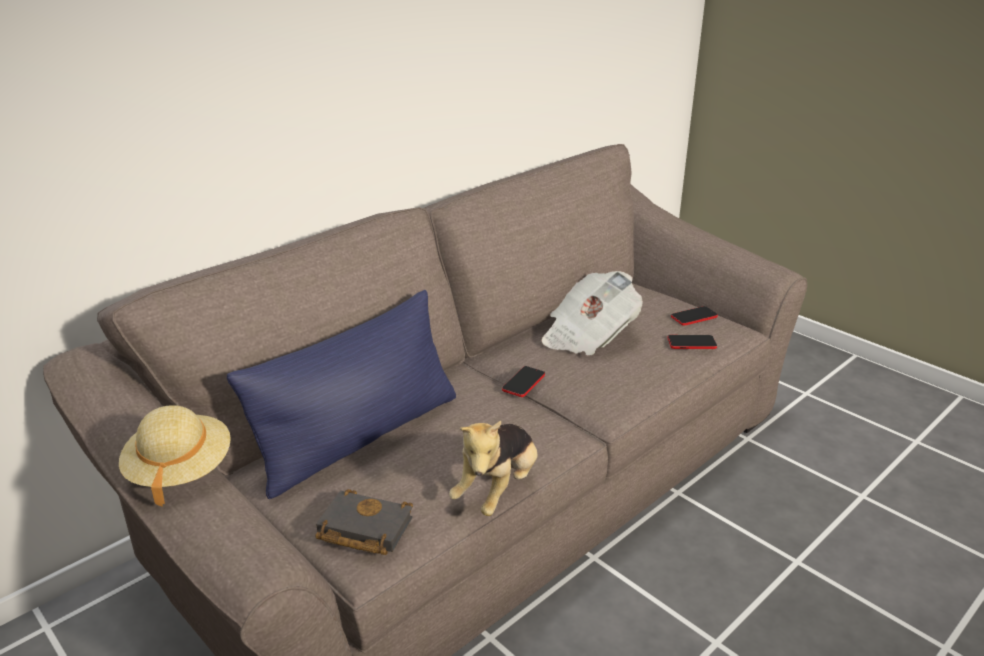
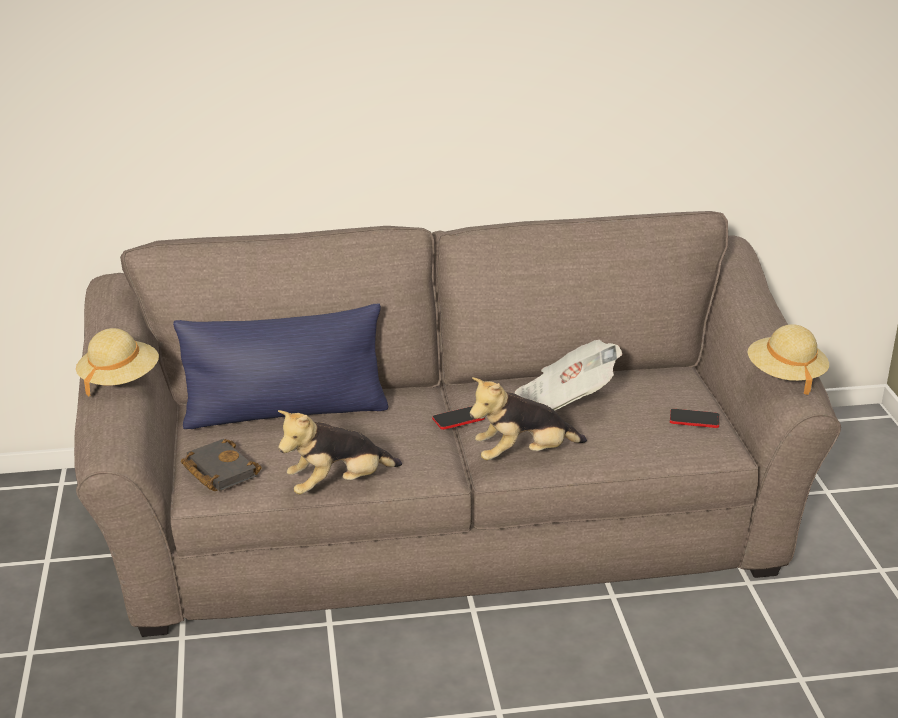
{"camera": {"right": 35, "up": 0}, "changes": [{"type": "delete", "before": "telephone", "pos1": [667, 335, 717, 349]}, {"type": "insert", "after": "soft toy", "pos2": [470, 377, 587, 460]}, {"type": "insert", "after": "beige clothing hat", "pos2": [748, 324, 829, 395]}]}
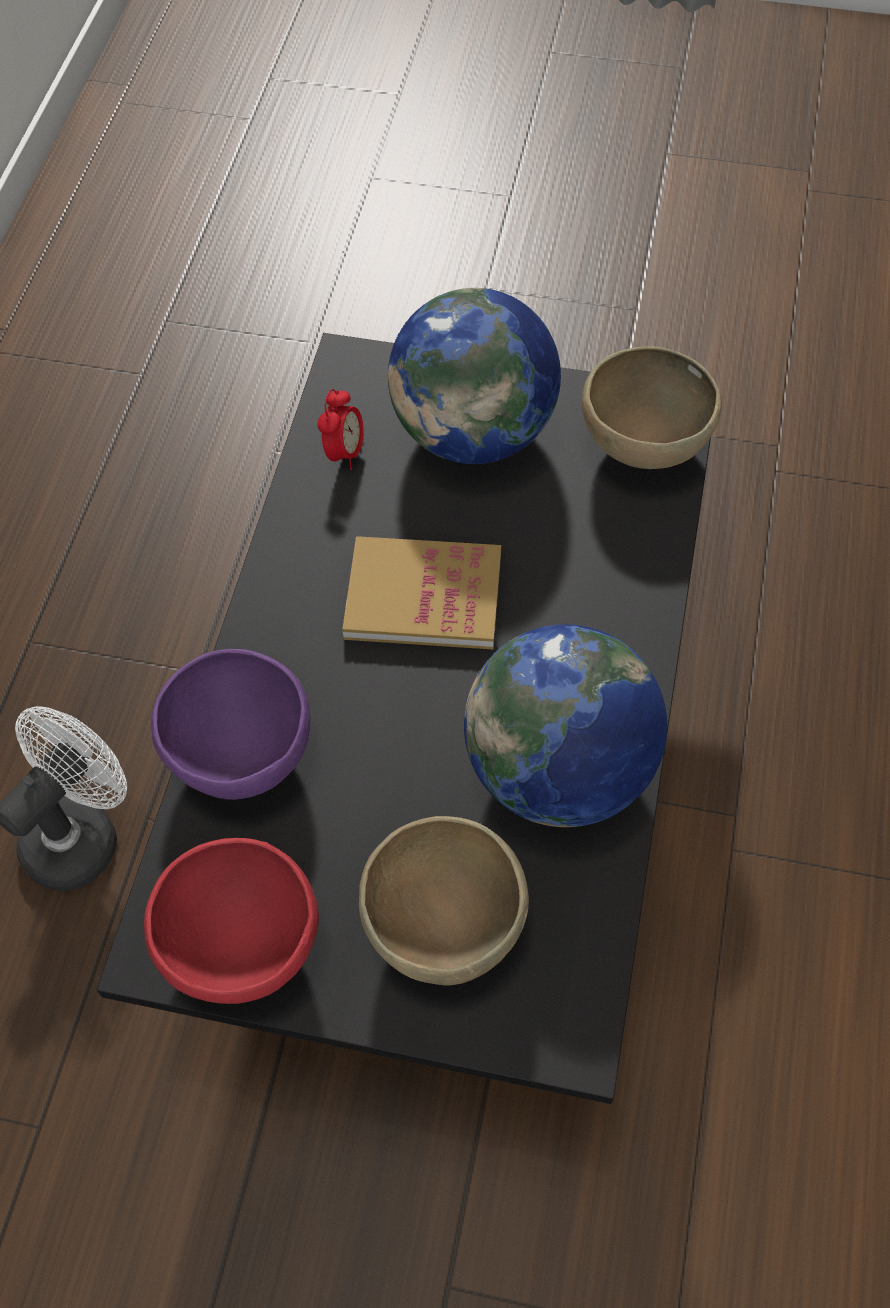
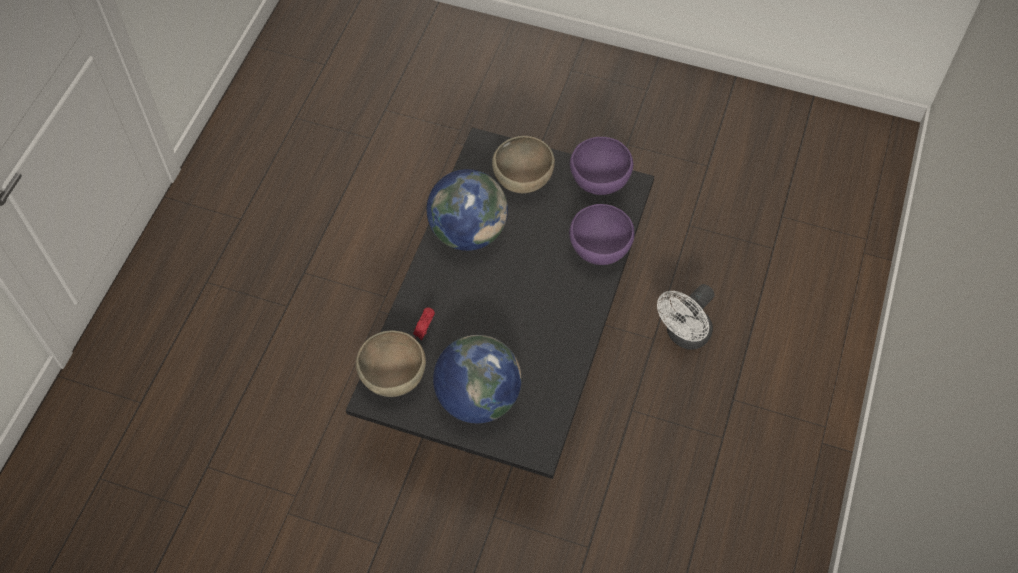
{"camera": {"right": -175, "up": 0}, "changes": [{"type": "recolor", "before": "reddish deep dish", "after": "purplish deep dish", "pos1": [144, 838, 319, 1004], "pos2": [570, 137, 633, 195]}, {"type": "move", "before": "alarm clock", "pos1": [318, 389, 364, 470], "pos2": [413, 307, 435, 340]}, {"type": "delete", "before": "bound book", "pos1": [342, 536, 501, 649]}]}
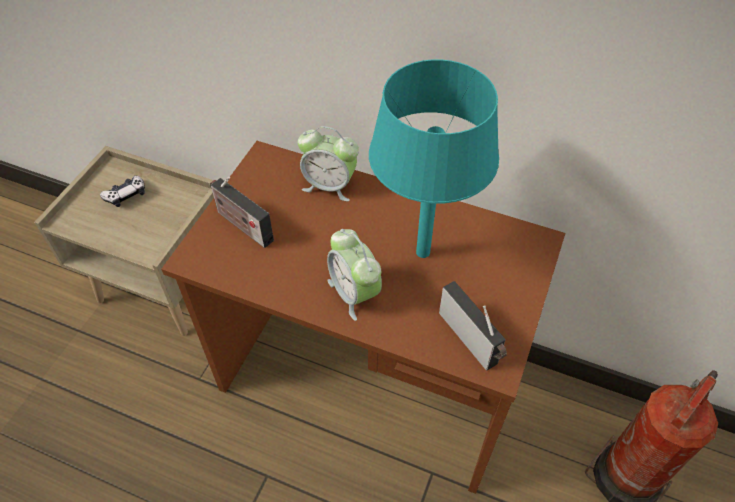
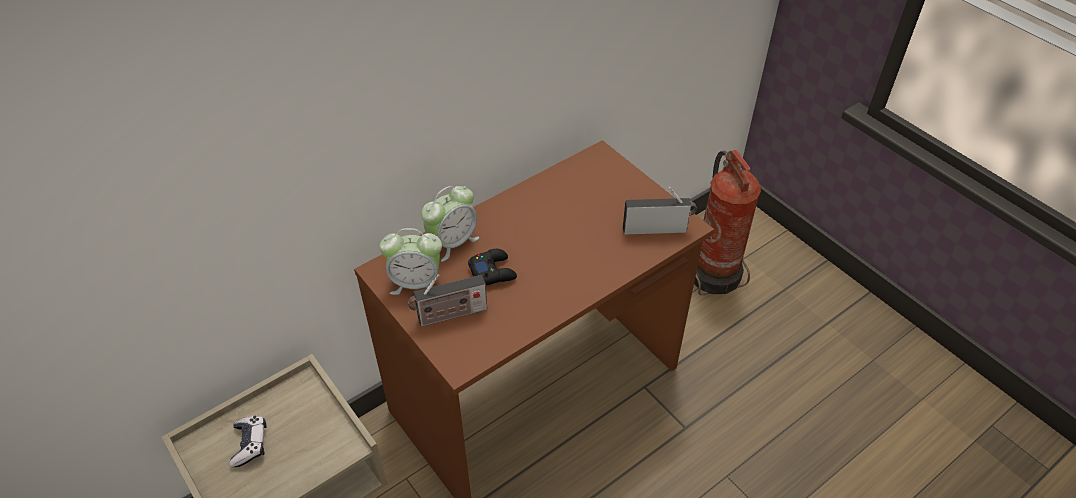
{"camera": {"right": -60, "up": -5}, "changes": [{"type": "move", "before": "alarm clock", "pos1": [327, 229, 382, 321], "pos2": [379, 228, 442, 295]}, {"type": "delete", "before": "blue-green tabletop lamp", "pos1": [369, 59, 499, 258]}, {"type": "insert", "after": "black-coloured gamepad", "pos2": [468, 249, 517, 285]}]}
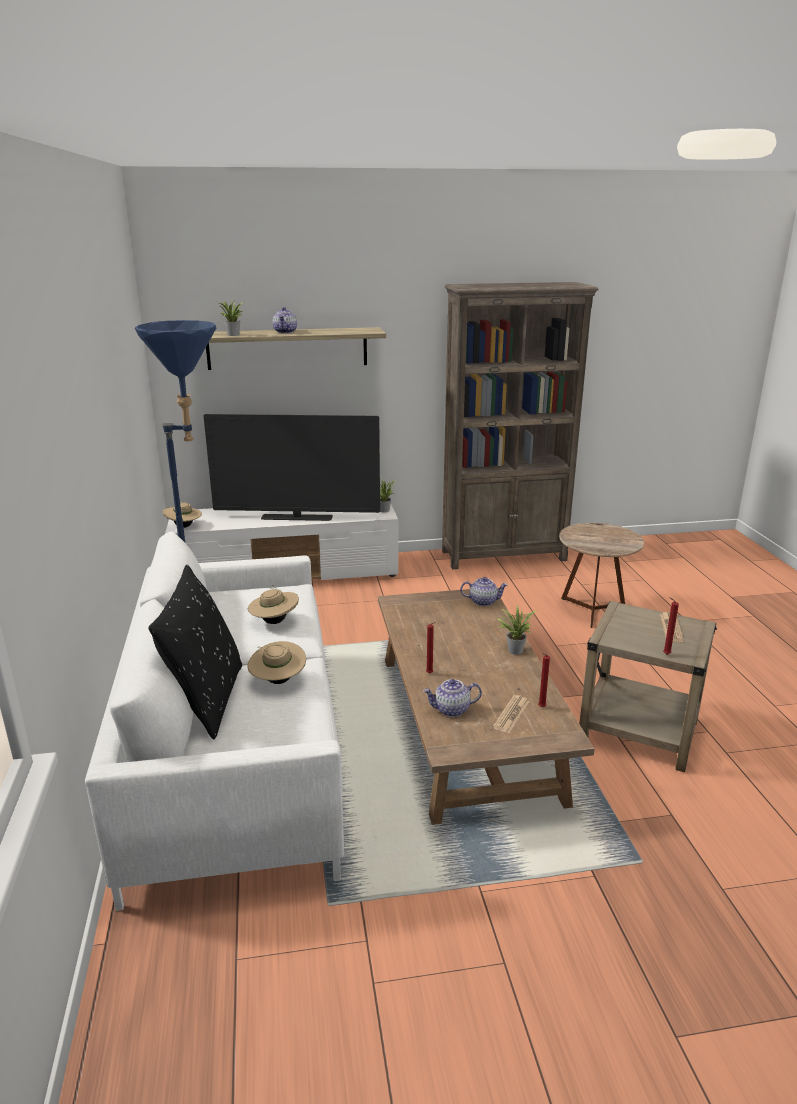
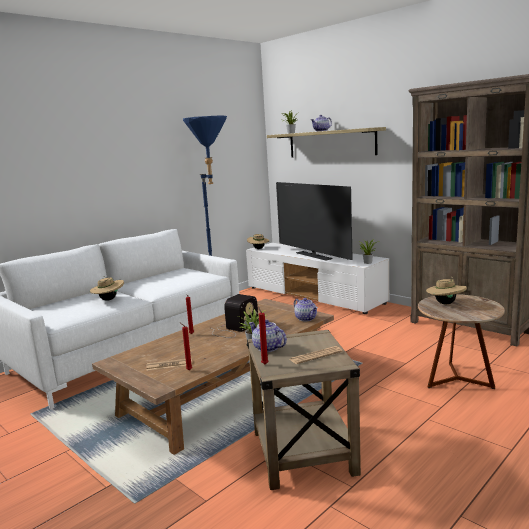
{"camera": {"right": 55, "up": -10}, "changes": [{"type": "delete", "before": "black-coloured throw pillow", "pos1": [148, 565, 242, 739]}, {"type": "move", "before": "beige clothing hat", "pos1": [248, 585, 299, 624], "pos2": [426, 279, 467, 304]}, {"type": "move", "before": "teapot", "pos1": [423, 679, 482, 717], "pos2": [249, 320, 287, 352]}, {"type": "insert", "after": "radio receiver", "pos2": [211, 294, 258, 338]}]}
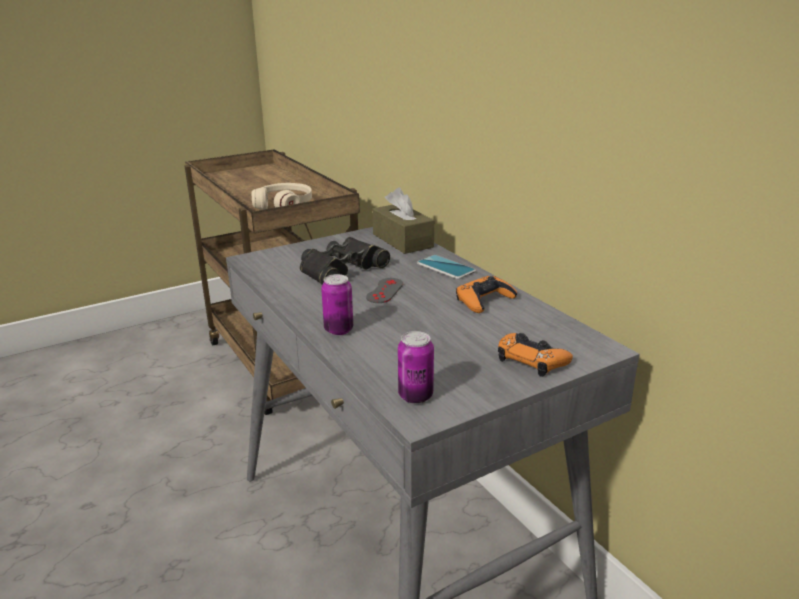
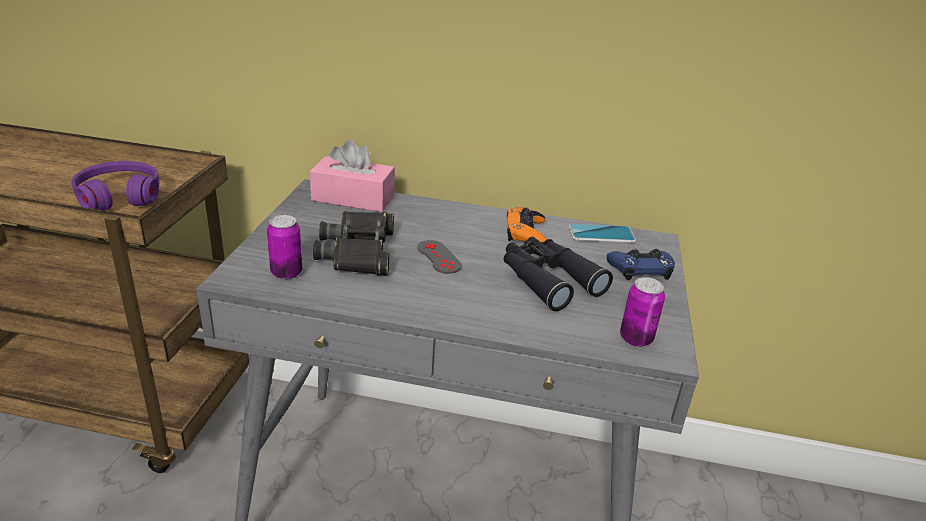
{"camera": {"right": -50, "up": 5}, "changes": [{"type": "recolor", "before": "beige headset", "after": "purplish headset", "pos1": [252, 183, 312, 210], "pos2": [71, 161, 159, 211]}, {"type": "move", "before": "metal can", "pos1": [321, 274, 353, 335], "pos2": [267, 215, 302, 279]}, {"type": "recolor", "before": "brown box of tissues", "after": "pink box of tissues", "pos1": [372, 188, 434, 254], "pos2": [310, 139, 395, 212]}, {"type": "move", "before": "telephone", "pos1": [417, 255, 476, 279], "pos2": [568, 224, 636, 243]}, {"type": "recolor", "before": "orangey gamepad", "after": "blue gamepad", "pos1": [498, 333, 573, 377], "pos2": [607, 249, 675, 280]}, {"type": "insert", "after": "black-coloured field glasses", "pos2": [504, 237, 613, 311]}]}
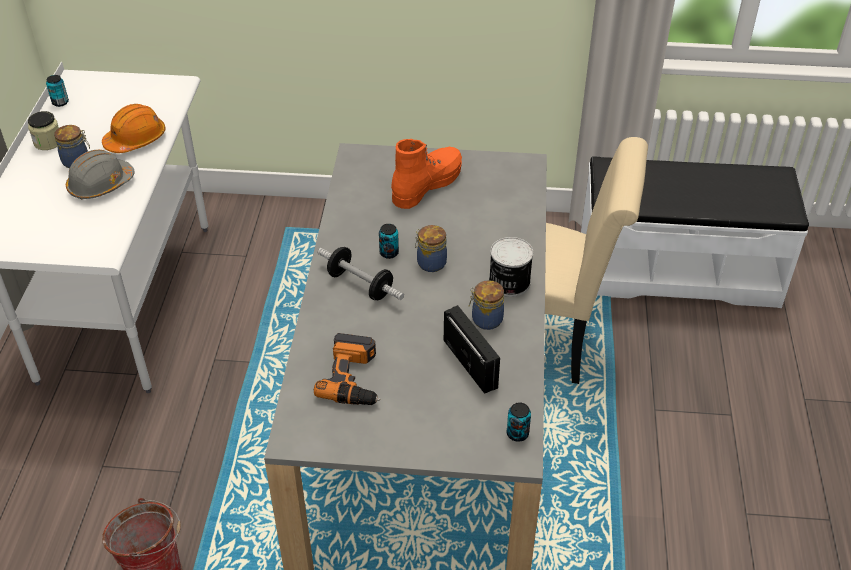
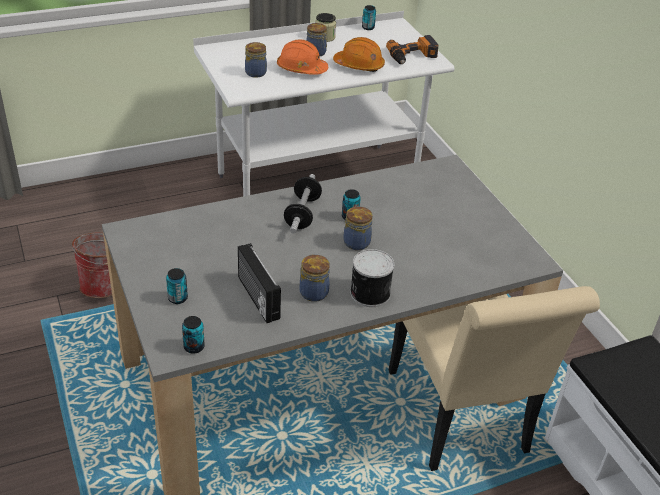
{"camera": {"right": 60, "up": -5}, "changes": [{"type": "recolor", "before": "greyish safety helmet", "after": "orangey safety helmet", "pos1": [66, 150, 135, 200], "pos2": [277, 39, 328, 75]}, {"type": "move", "before": "power drill", "pos1": [314, 333, 380, 405], "pos2": [386, 35, 439, 64]}, {"type": "delete", "before": "orangey high-top boot", "pos1": [391, 139, 462, 209]}, {"type": "rotate", "before": "radio receiver", "pos1": [444, 305, 500, 394], "pos2": [238, 243, 281, 323], "turn": 120}, {"type": "insert", "after": "metal can", "pos2": [166, 268, 188, 304]}, {"type": "insert", "after": "preserve jar", "pos2": [245, 42, 267, 78]}]}
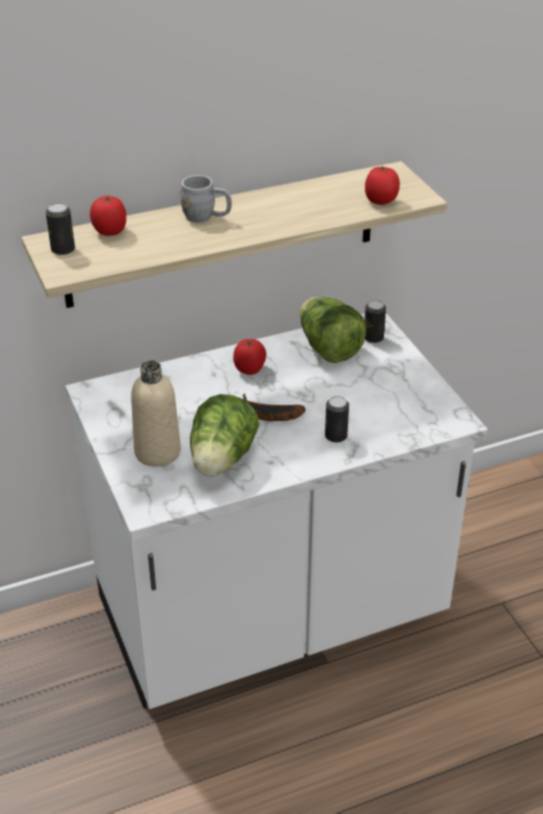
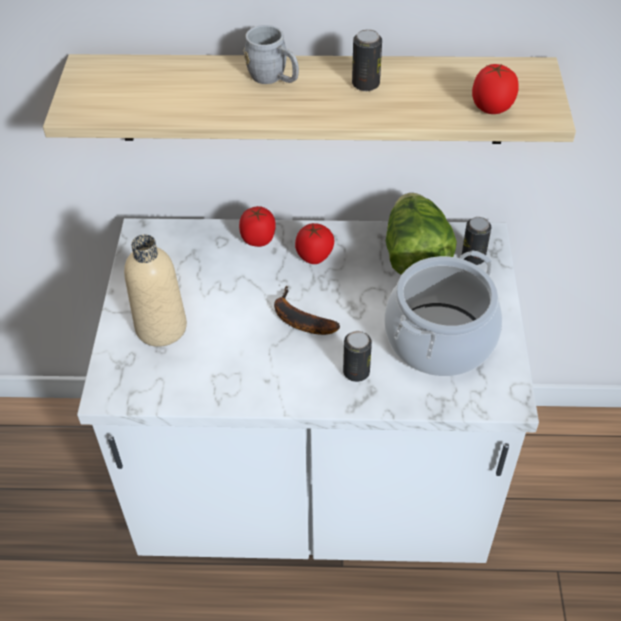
{"camera": {"right": 25, "up": 10}, "changes": [{"type": "move", "before": "metal can", "pos1": [46, 203, 75, 255], "pos2": [352, 29, 382, 91]}, {"type": "move", "before": "whole tomato", "pos1": [90, 195, 126, 236], "pos2": [239, 206, 276, 247]}, {"type": "delete", "before": "lettuce", "pos1": [190, 394, 259, 477]}, {"type": "insert", "after": "saucepot", "pos2": [384, 250, 503, 376]}]}
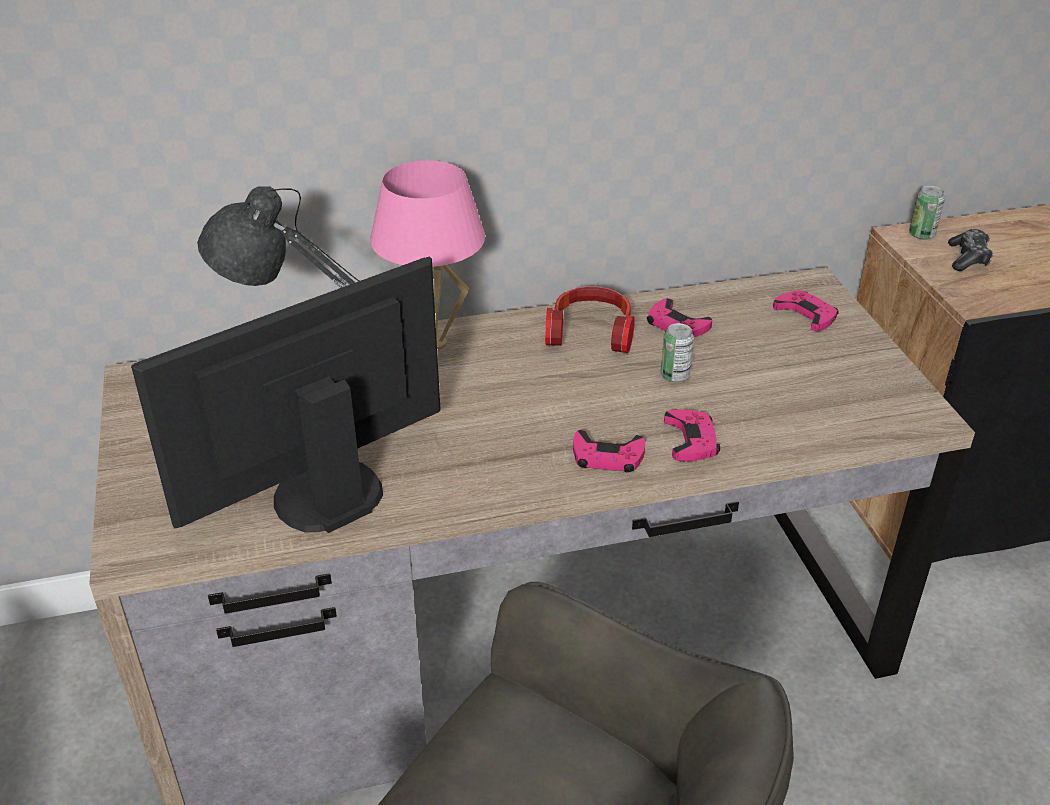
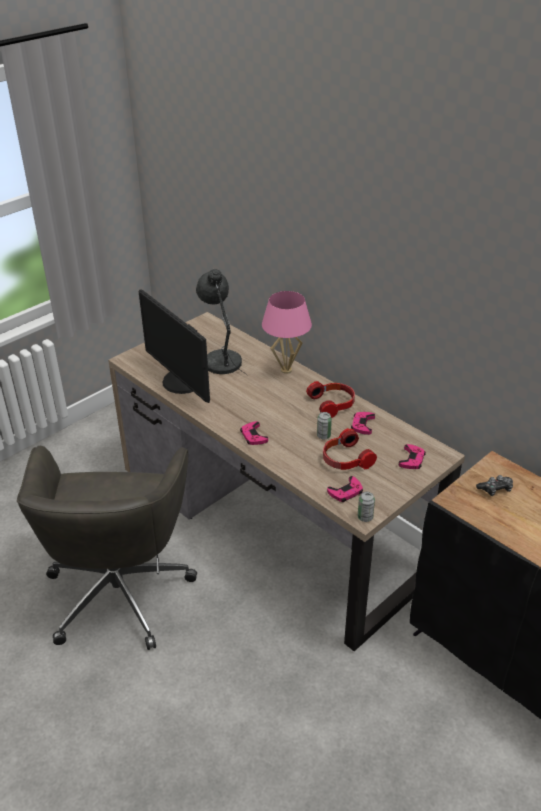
{"camera": {"right": 60, "up": 0}, "changes": [{"type": "rotate", "before": "computer display", "pos1": [131, 257, 441, 533], "pos2": [139, 289, 210, 403], "turn": -150}, {"type": "move", "before": "pink gamepad", "pos1": [664, 409, 720, 461], "pos2": [327, 476, 363, 502]}, {"type": "move", "before": "metal can", "pos1": [909, 186, 945, 240], "pos2": [358, 492, 375, 522]}, {"type": "insert", "after": "headset", "pos2": [323, 428, 377, 470]}]}
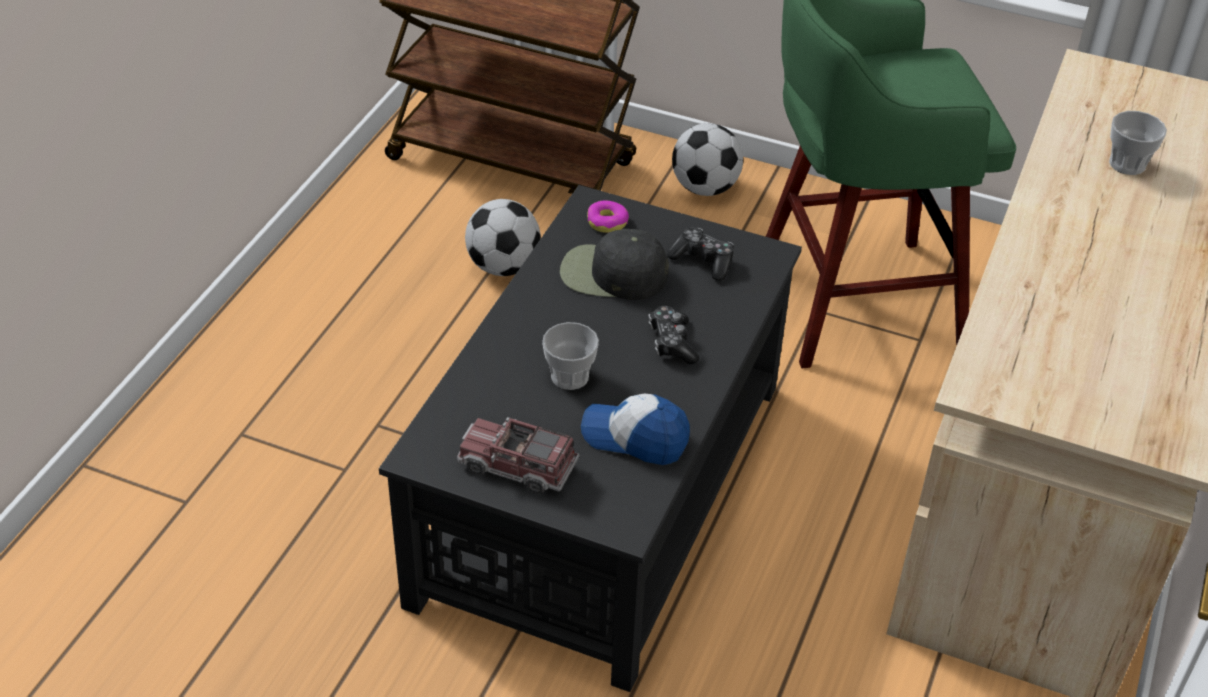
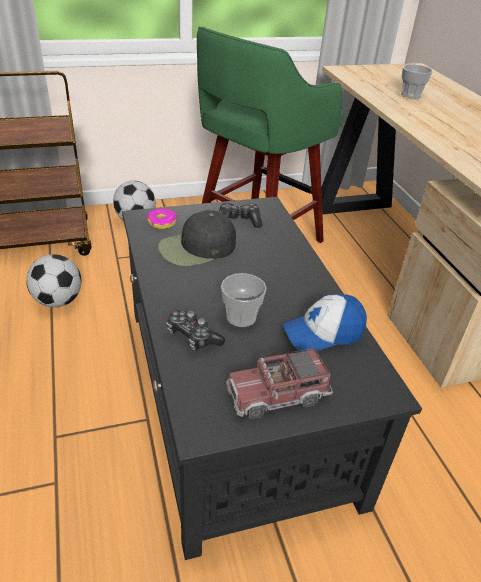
{"camera": {"right": -40, "up": -5}, "changes": [{"type": "move", "before": "gamepad", "pos1": [648, 306, 699, 364], "pos2": [166, 310, 225, 351]}]}
